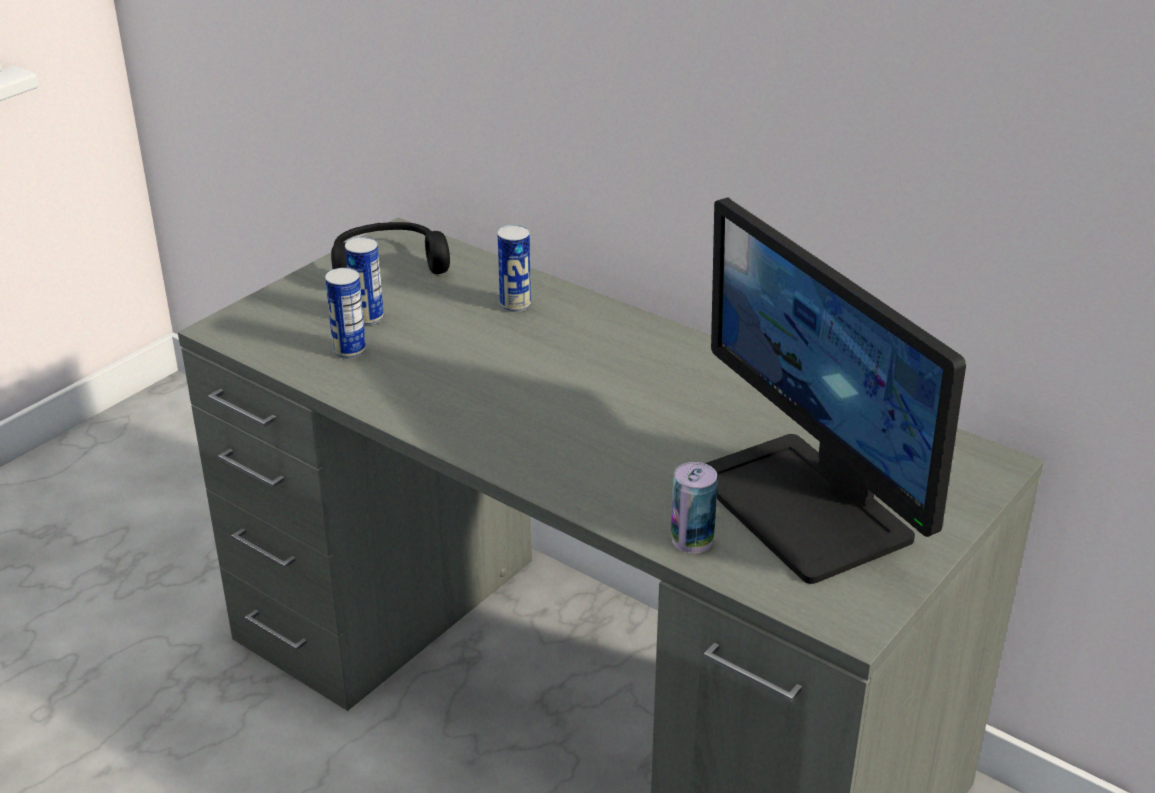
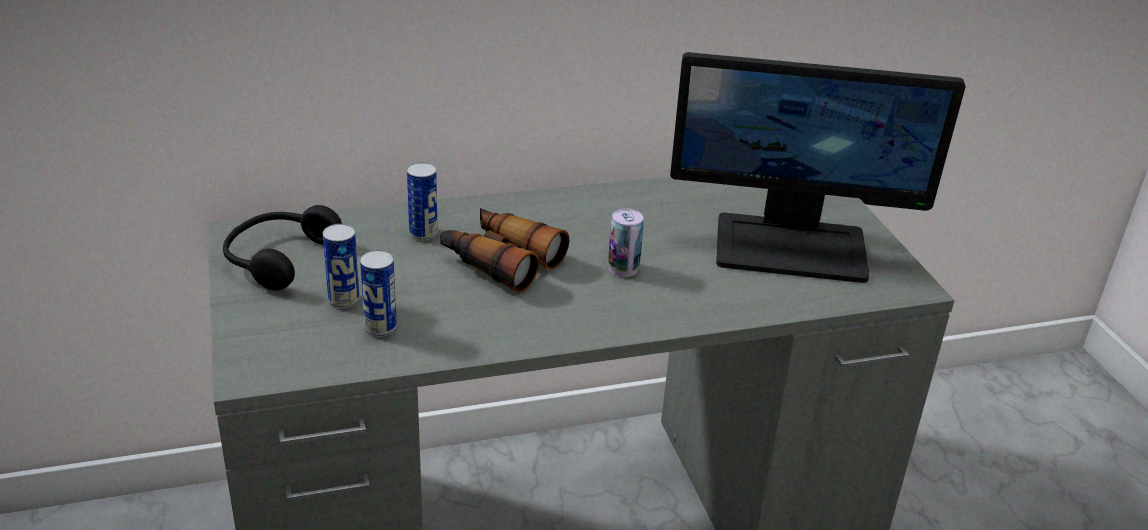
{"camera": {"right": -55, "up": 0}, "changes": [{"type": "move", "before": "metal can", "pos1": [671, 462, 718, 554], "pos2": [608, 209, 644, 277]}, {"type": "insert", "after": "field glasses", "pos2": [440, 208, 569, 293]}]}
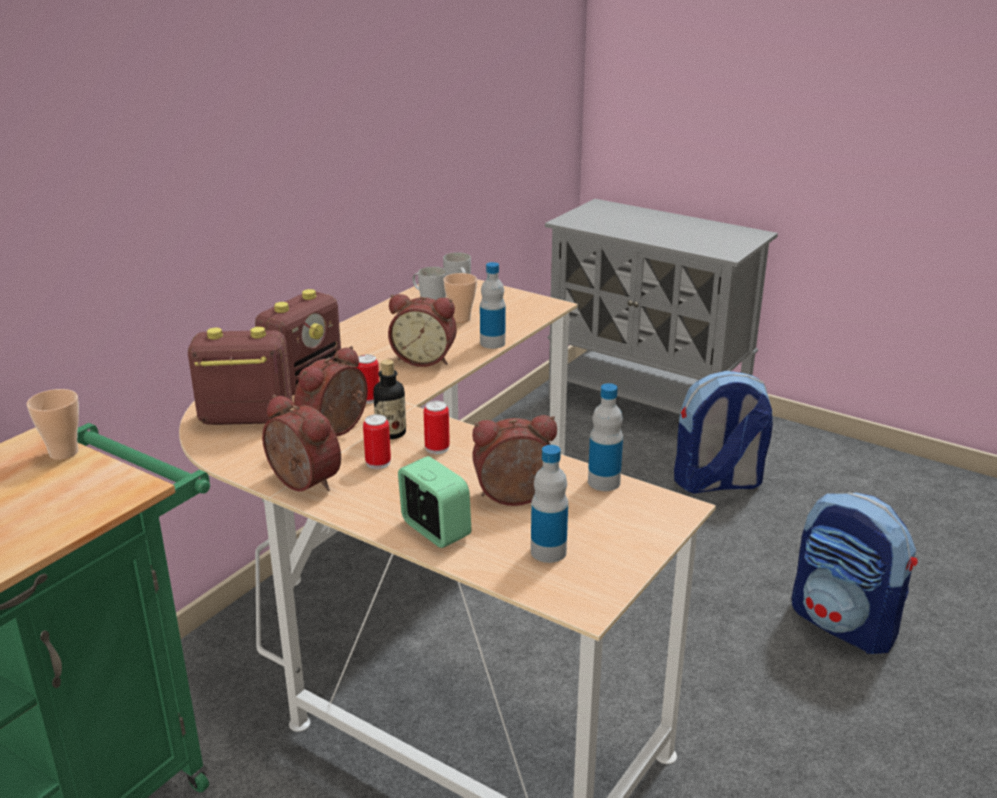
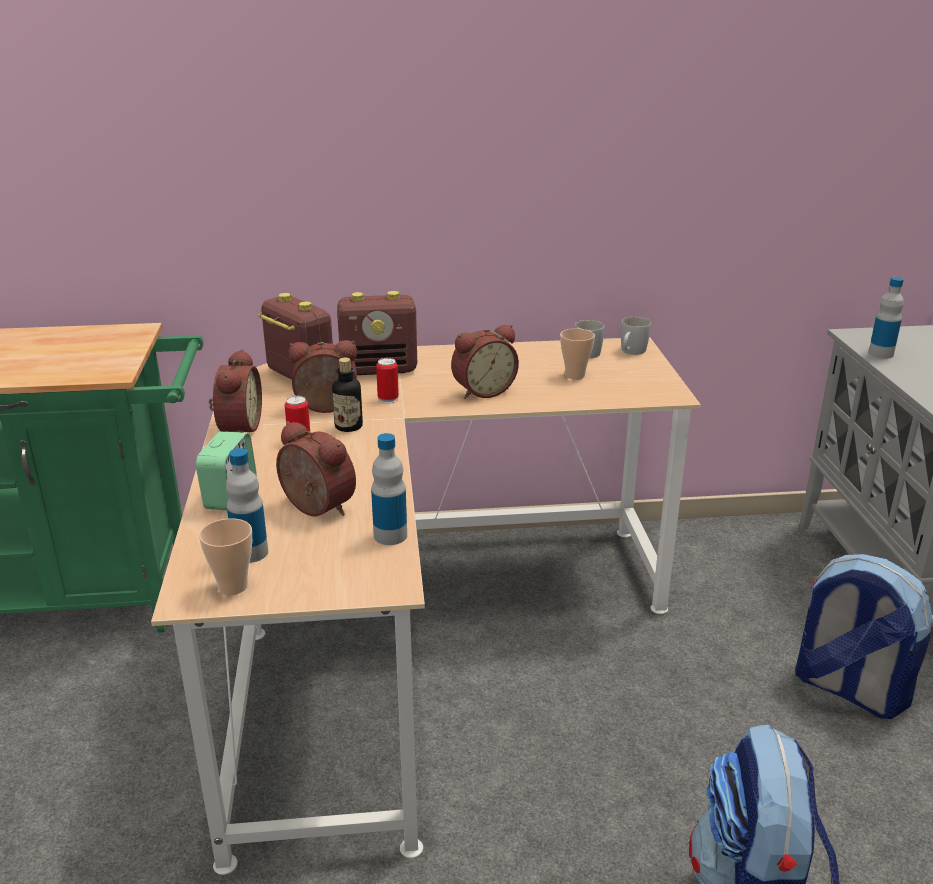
{"camera": {"right": 50, "up": 0}, "changes": [{"type": "move", "before": "cup", "pos1": [27, 389, 79, 460], "pos2": [199, 518, 252, 595]}, {"type": "rotate", "before": "alarm clock", "pos1": [388, 294, 457, 367], "pos2": [451, 325, 519, 399], "turn": -90}, {"type": "delete", "before": "metal can", "pos1": [424, 401, 450, 454]}, {"type": "move", "before": "bottle", "pos1": [480, 262, 505, 349], "pos2": [868, 277, 904, 359]}]}
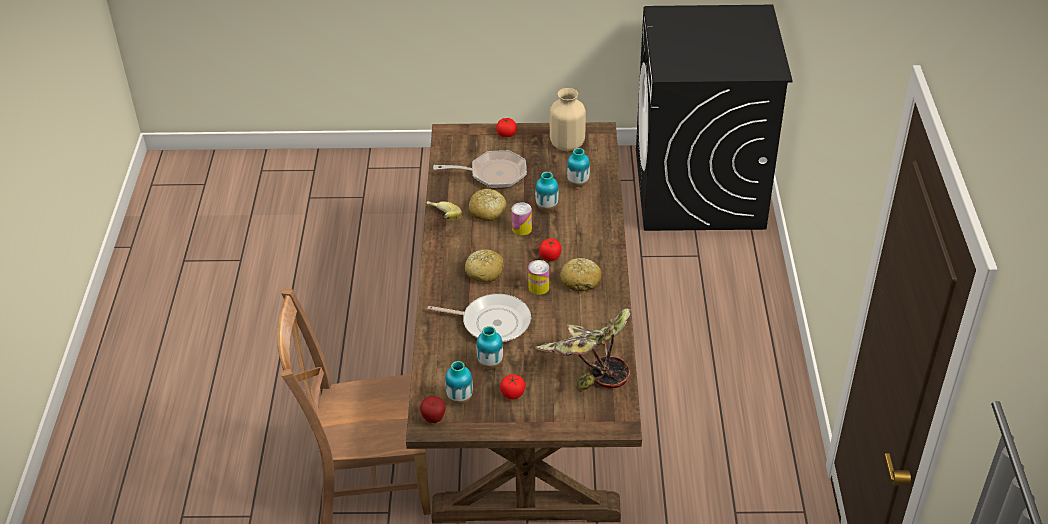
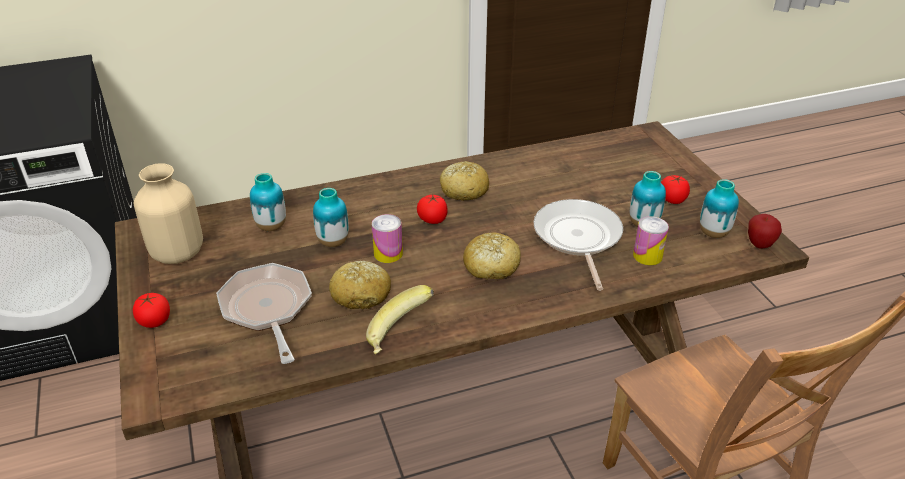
{"camera": {"right": -110, "up": -5}, "changes": [{"type": "move", "before": "metal can", "pos1": [528, 260, 549, 295], "pos2": [633, 216, 669, 265]}, {"type": "delete", "before": "potted plant", "pos1": [534, 309, 631, 390]}]}
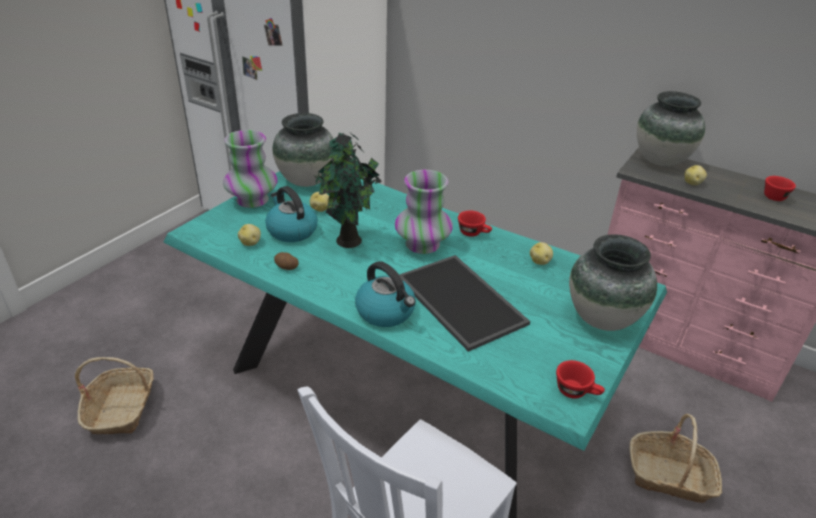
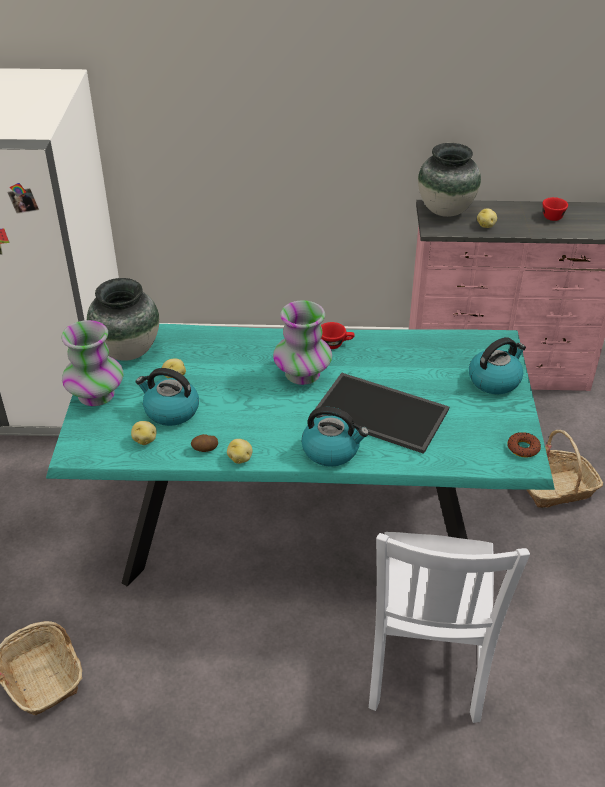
{"camera": {"right": -30, "up": 5}, "changes": [{"type": "delete", "before": "potted plant", "pos1": [316, 132, 382, 248]}, {"type": "move", "before": "whole potato", "pos1": [530, 242, 553, 265], "pos2": [227, 439, 253, 464]}, {"type": "replace", "before": "reddish cup", "after": "doughnut", "pos1": [556, 360, 605, 399], "pos2": [507, 432, 541, 458]}, {"type": "replace", "before": "flower vase", "after": "kettle", "pos1": [569, 234, 657, 331], "pos2": [469, 337, 526, 394]}]}
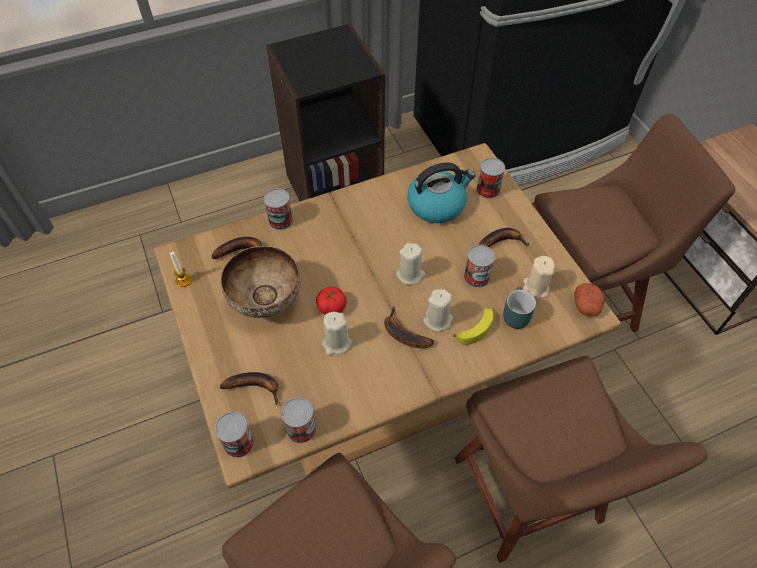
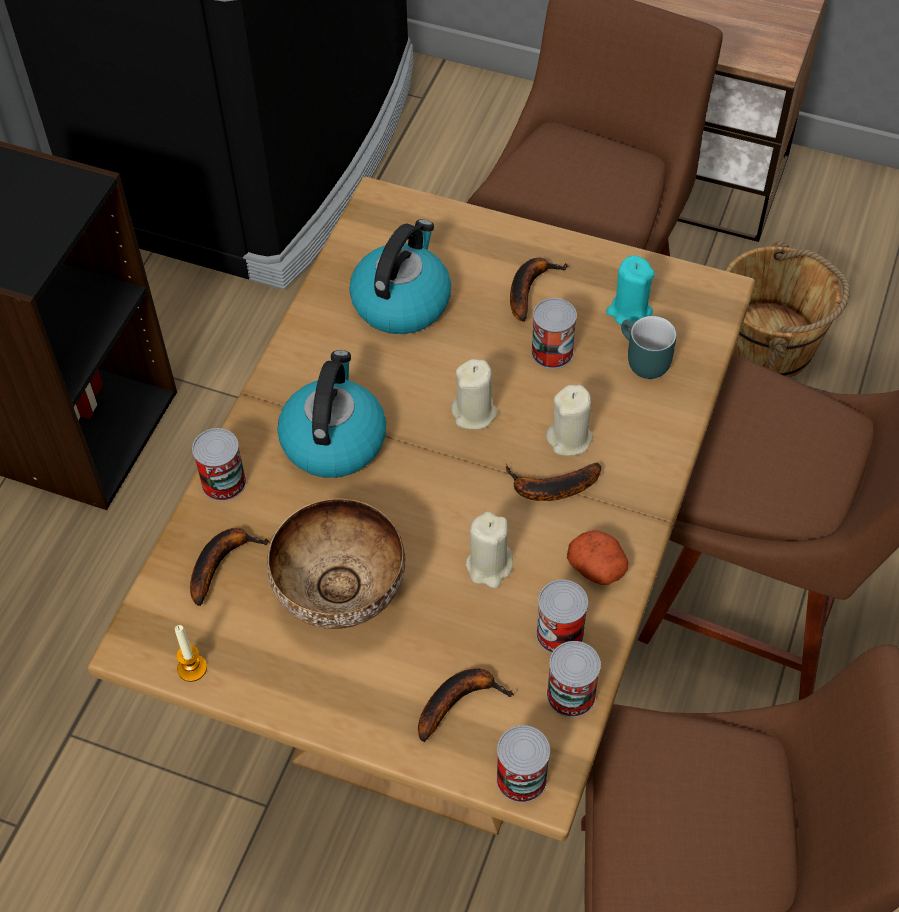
{"camera": {"right": -45, "up": 0}, "changes": [{"type": "delete", "before": "whole tomato", "pos1": [316, 287, 347, 315]}, {"type": "delete", "before": "banana fruit", "pos1": [453, 306, 494, 345]}, {"type": "move", "before": "metal can", "pos1": [476, 158, 505, 199], "pos2": [536, 580, 588, 654]}, {"type": "recolor", "before": "beige wax candle", "after": "blue-green wax candle", "pos1": [523, 256, 555, 299], "pos2": [606, 255, 655, 328]}, {"type": "move", "before": "whole potato", "pos1": [574, 283, 605, 316], "pos2": [567, 530, 628, 585]}, {"type": "insert", "after": "kettle", "pos2": [277, 350, 386, 478]}, {"type": "insert", "after": "brown pail", "pos2": [725, 241, 850, 378]}]}
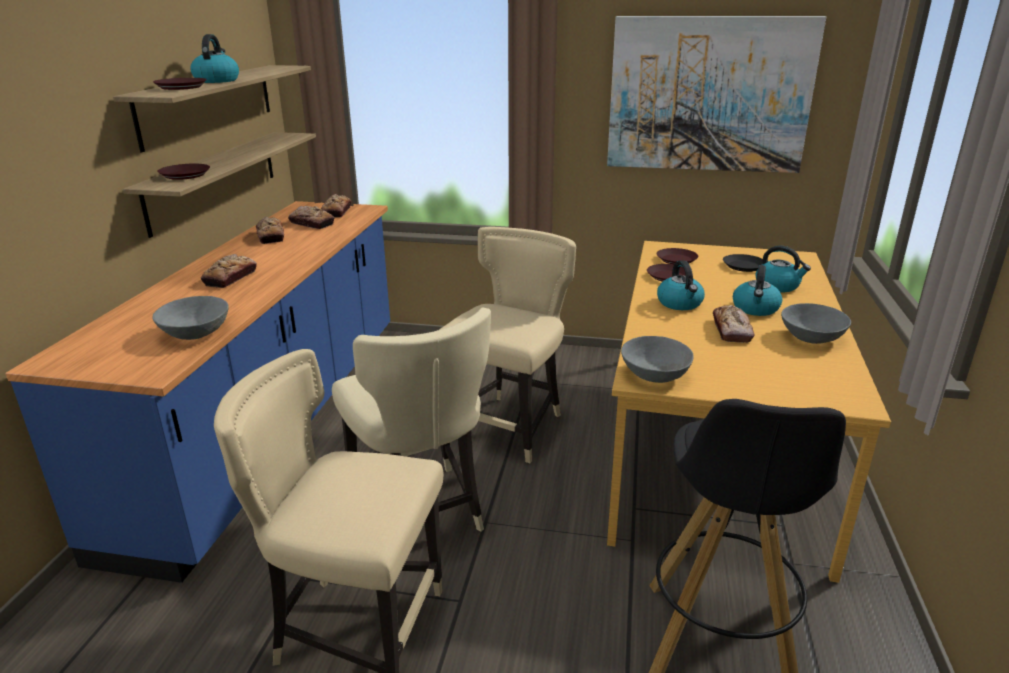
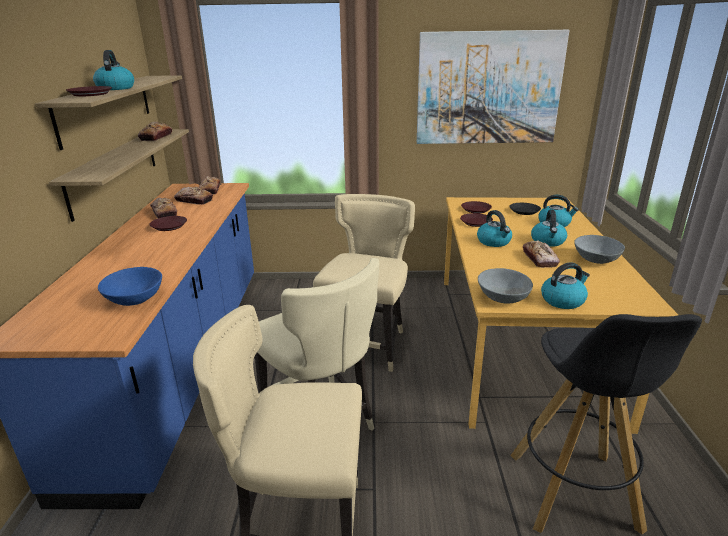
{"camera": {"right": -10, "up": 0}, "changes": [{"type": "recolor", "before": "greyish deep dish", "after": "blue deep dish", "pos1": [152, 296, 229, 340], "pos2": [98, 267, 162, 306]}, {"type": "move", "before": "brown dinner plate", "pos1": [157, 164, 210, 180], "pos2": [149, 216, 187, 231]}, {"type": "move", "before": "bakery bread", "pos1": [201, 254, 257, 288], "pos2": [138, 122, 172, 141]}, {"type": "insert", "after": "kettle", "pos2": [541, 262, 590, 309]}]}
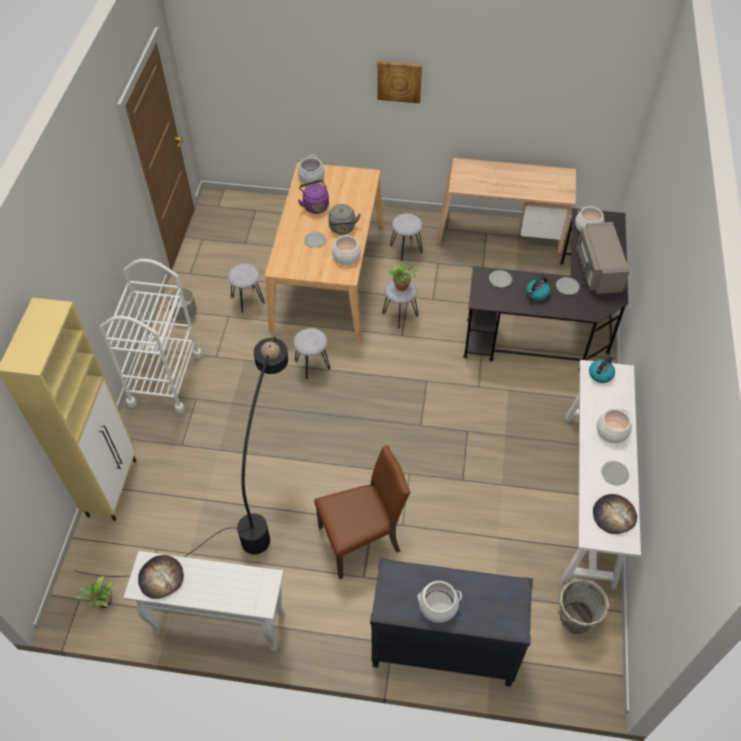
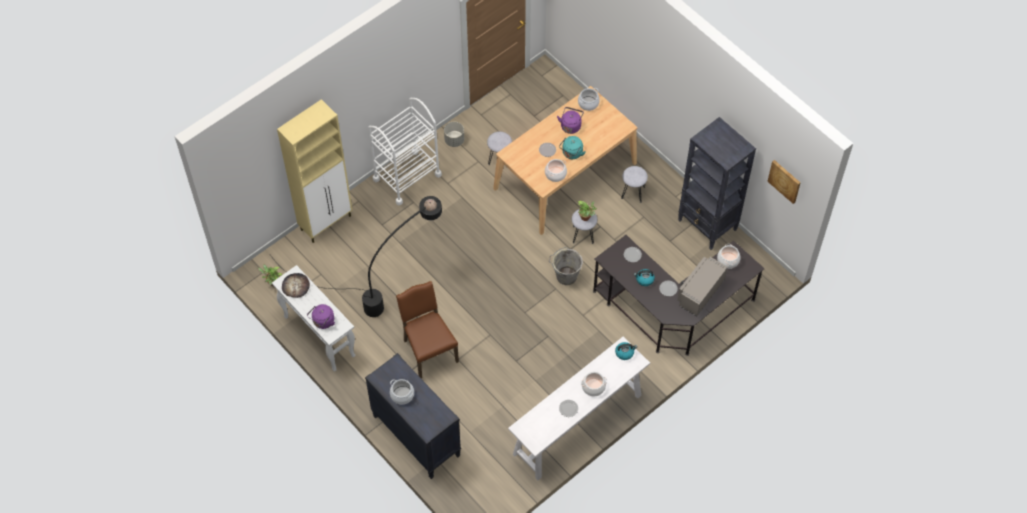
{"camera": {"right": 40, "up": 5}, "changes": [{"type": "delete", "before": "greyish stool", "pos1": [293, 328, 330, 379]}, {"type": "rotate", "before": "brown plain chair", "pos1": [314, 445, 411, 579], "pos2": [396, 281, 459, 378], "turn": -135}, {"type": "recolor", "before": "greyish kettle", "after": "blue-green kettle", "pos1": [329, 204, 361, 235], "pos2": [559, 136, 586, 159]}, {"type": "move", "before": "wall picture", "pos1": [377, 61, 422, 104], "pos2": [767, 160, 800, 204]}, {"type": "replace", "before": "beige desk unit", "after": "black-coloured shelving unit", "pos1": [436, 158, 576, 253], "pos2": [678, 117, 756, 250]}, {"type": "move", "before": "greyish pail", "pos1": [558, 579, 609, 634], "pos2": [549, 247, 583, 285]}, {"type": "delete", "before": "bakery bread", "pos1": [593, 494, 637, 534]}, {"type": "insert", "after": "purplish kettle", "pos2": [307, 304, 335, 329]}]}
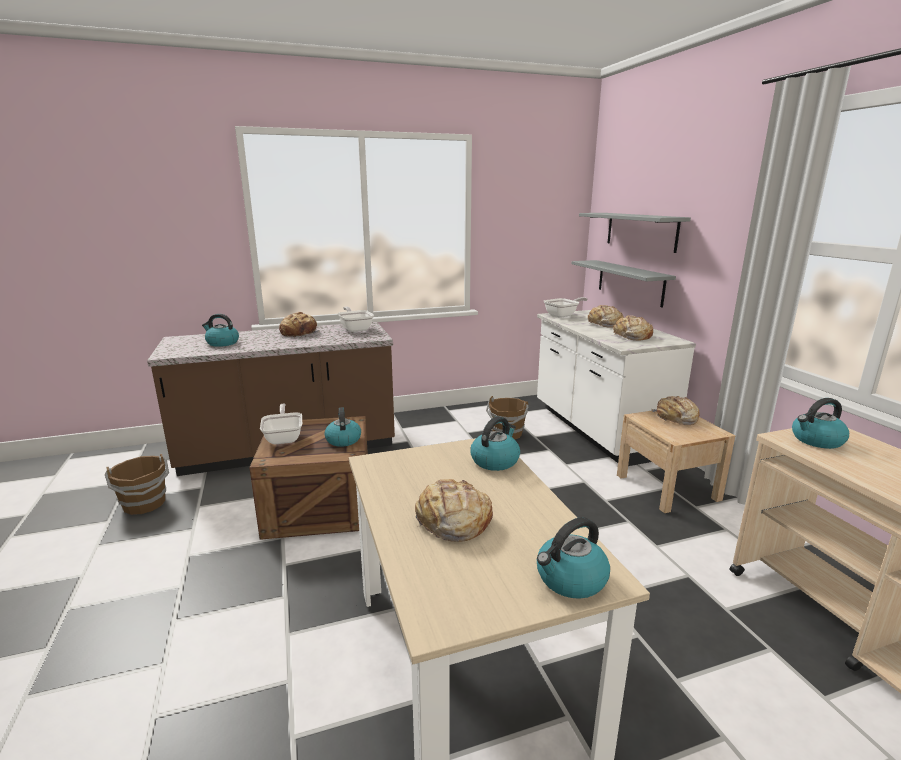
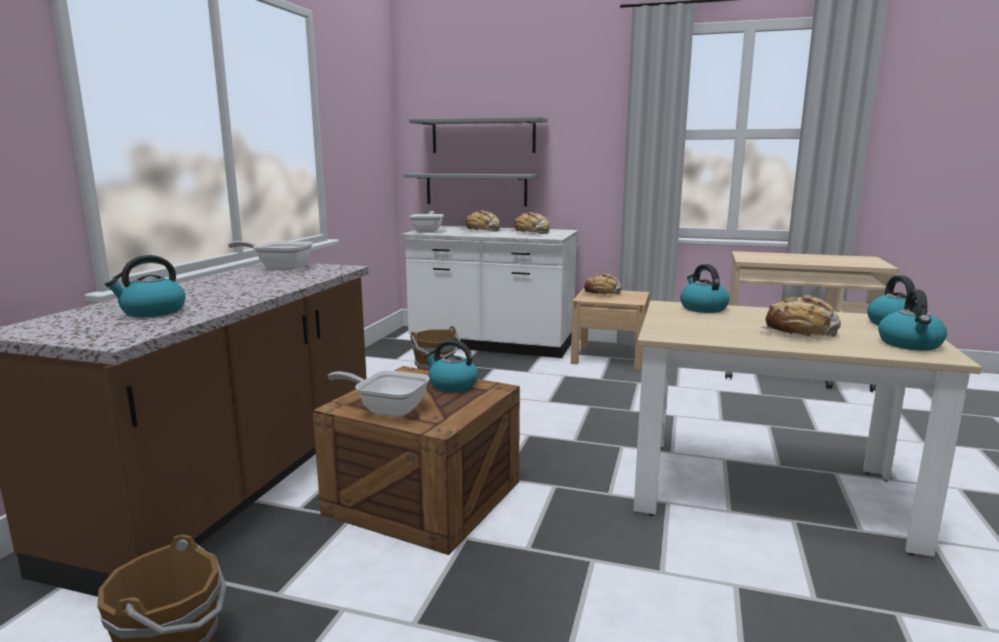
{"camera": {"right": -55, "up": -5}, "changes": [{"type": "delete", "before": "bakery bread", "pos1": [279, 312, 320, 337]}, {"type": "move", "before": "kettle", "pos1": [792, 398, 849, 449], "pos2": [878, 289, 947, 351]}]}
